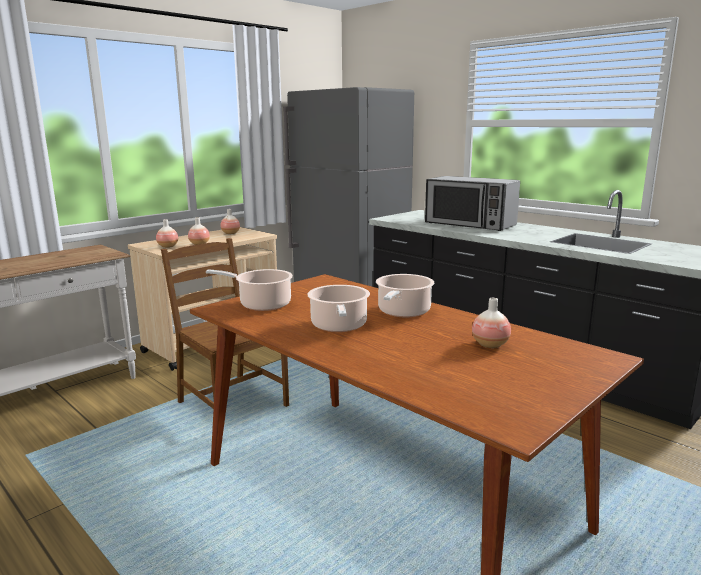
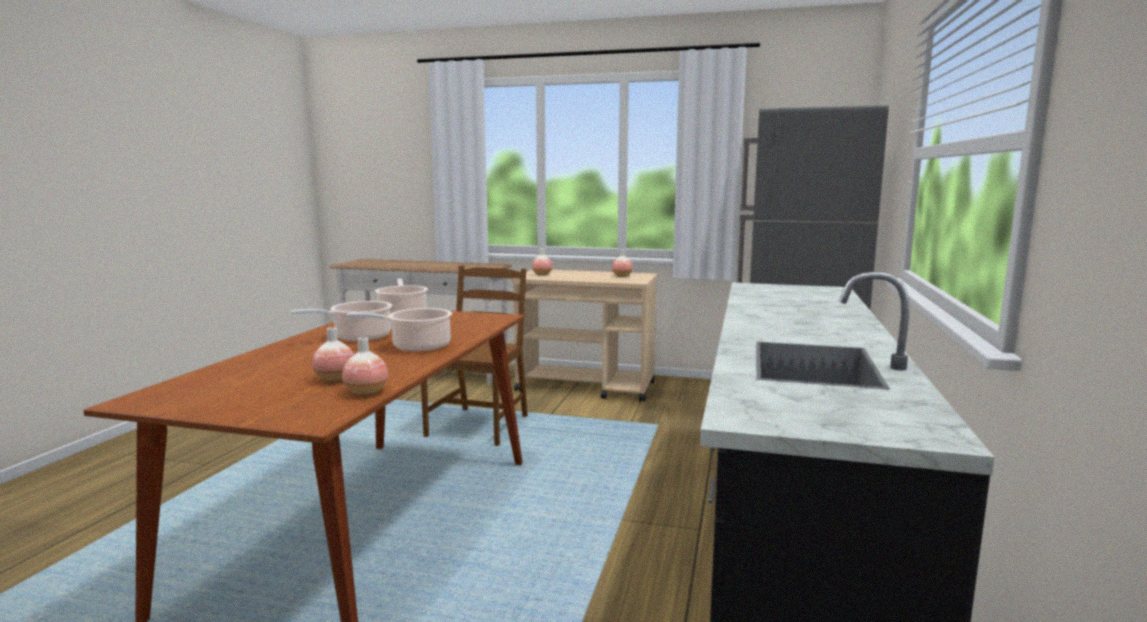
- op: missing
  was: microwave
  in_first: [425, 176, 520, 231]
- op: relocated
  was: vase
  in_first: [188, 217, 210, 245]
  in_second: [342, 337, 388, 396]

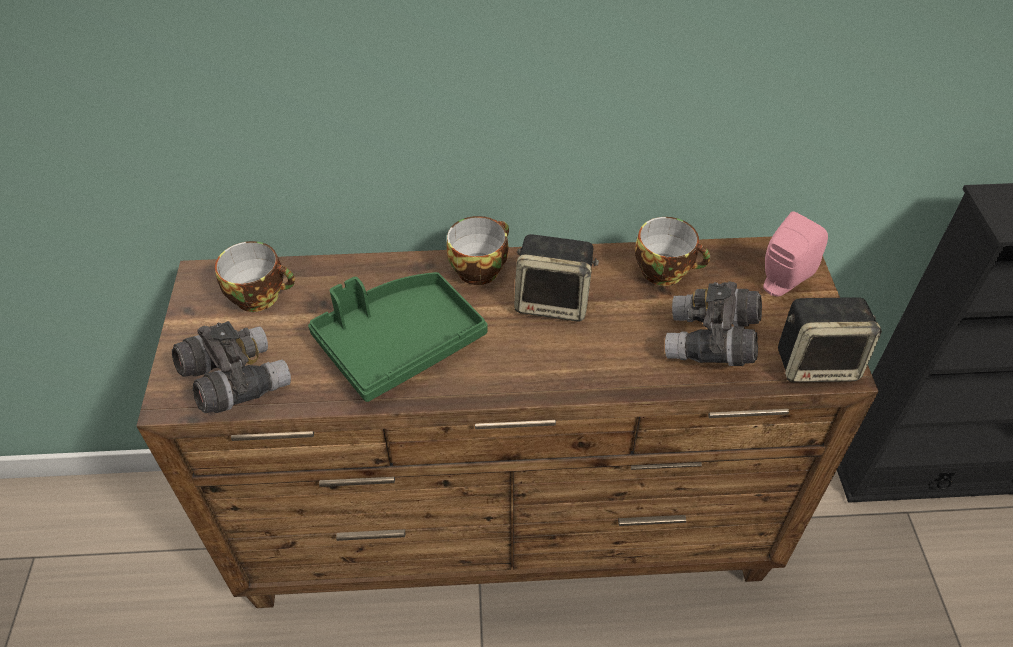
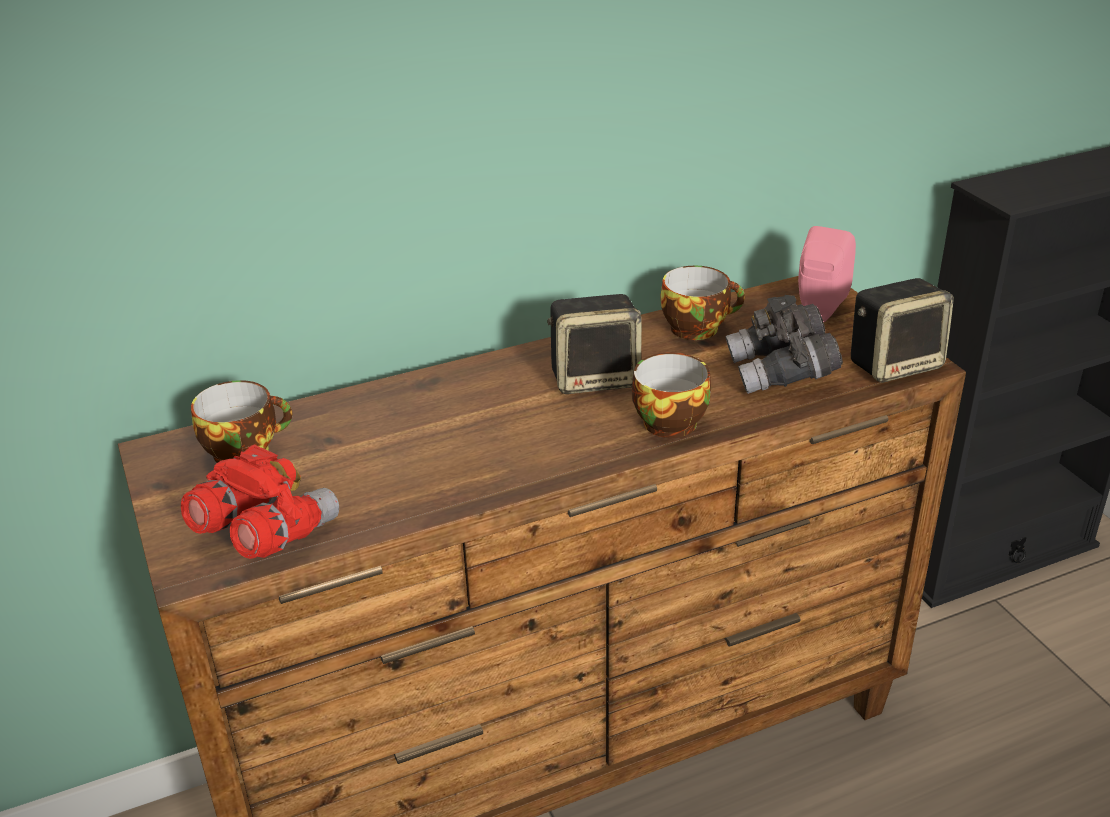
- op: missing
  was: green tray
  in_first: [308, 272, 488, 402]
- op: relocated
  was: cup
  in_first: [446, 216, 509, 285]
  in_second: [632, 352, 711, 438]
- op: colour
  was: grey binoculars
  now: red binoculars
  in_first: [172, 321, 291, 413]
  in_second: [181, 445, 339, 559]

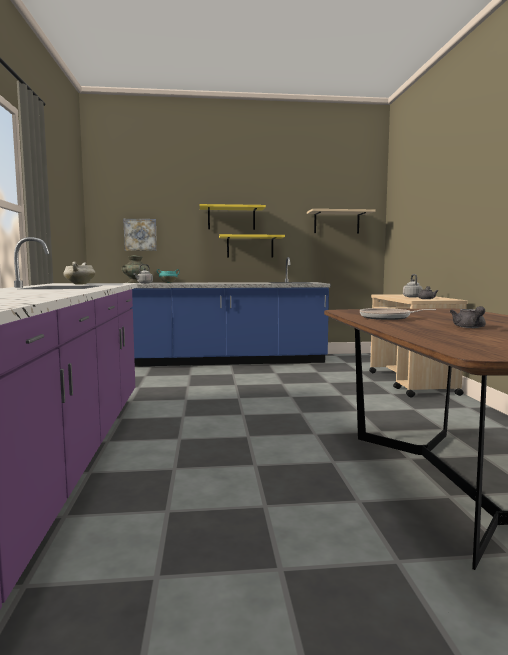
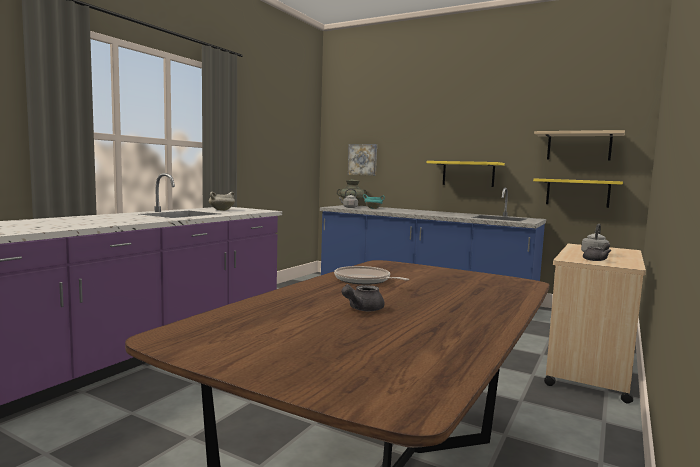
- op: relocated
  was: yellow shelf
  in_first: [199, 204, 266, 230]
  in_second: [533, 179, 623, 208]

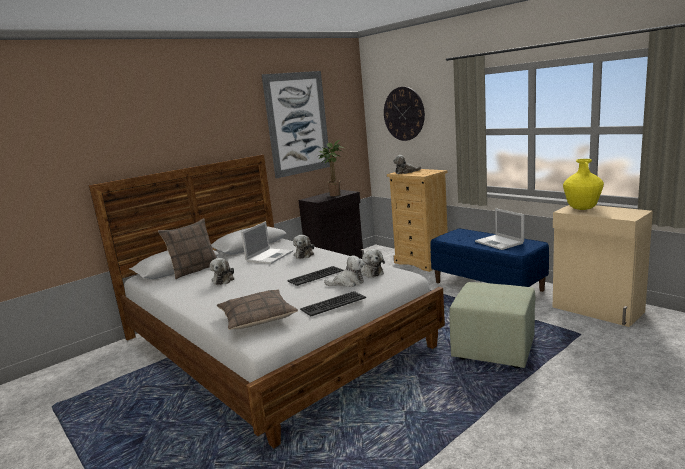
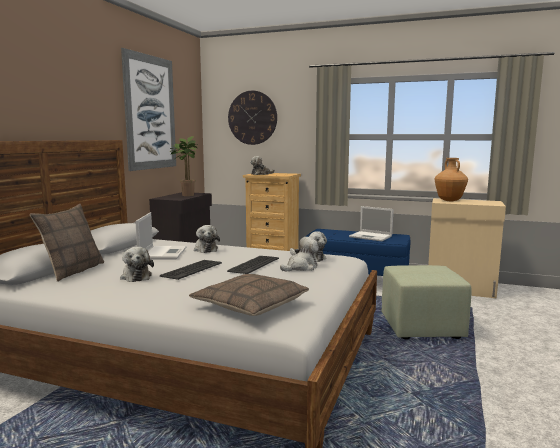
- op: relocated
  was: keyboard
  in_first: [300, 291, 366, 316]
  in_second: [160, 260, 222, 280]
- op: colour
  was: yellow vase
  now: brown vase
  in_first: [563, 159, 604, 210]
  in_second: [435, 158, 468, 201]

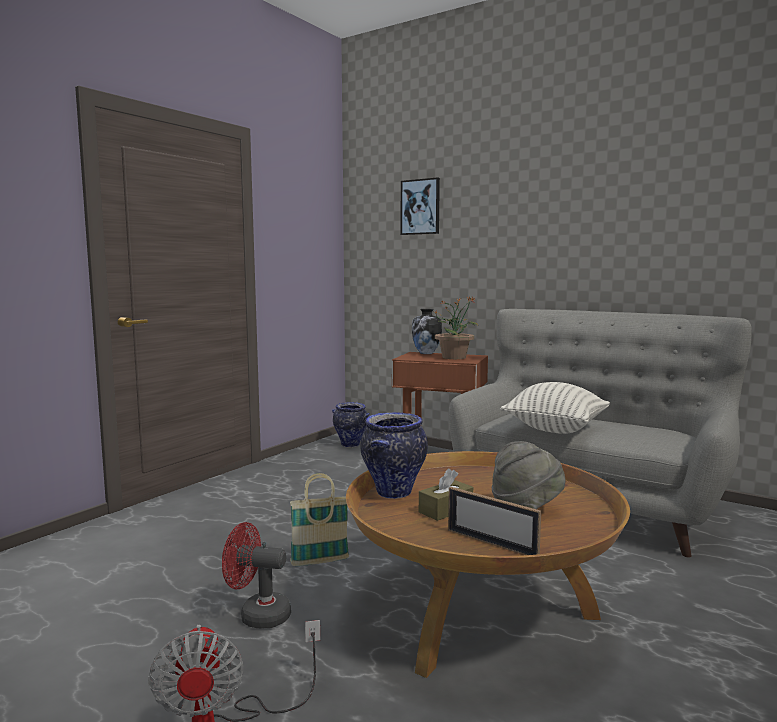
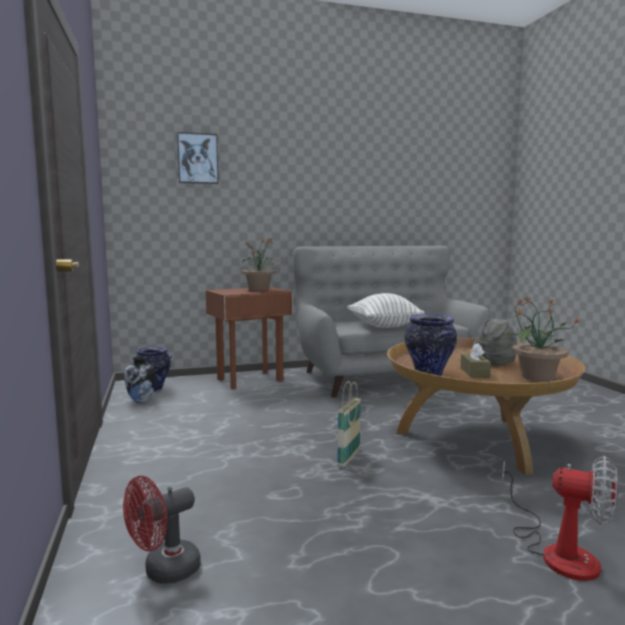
- op: relocated
  was: red fan
  in_first: [222, 522, 291, 629]
  in_second: [123, 476, 201, 584]
- op: relocated
  was: vase
  in_first: [412, 309, 442, 354]
  in_second: [124, 356, 156, 403]
- op: exchanged
  was: picture frame
  now: potted plant
  in_first: [448, 487, 541, 555]
  in_second: [498, 296, 580, 382]

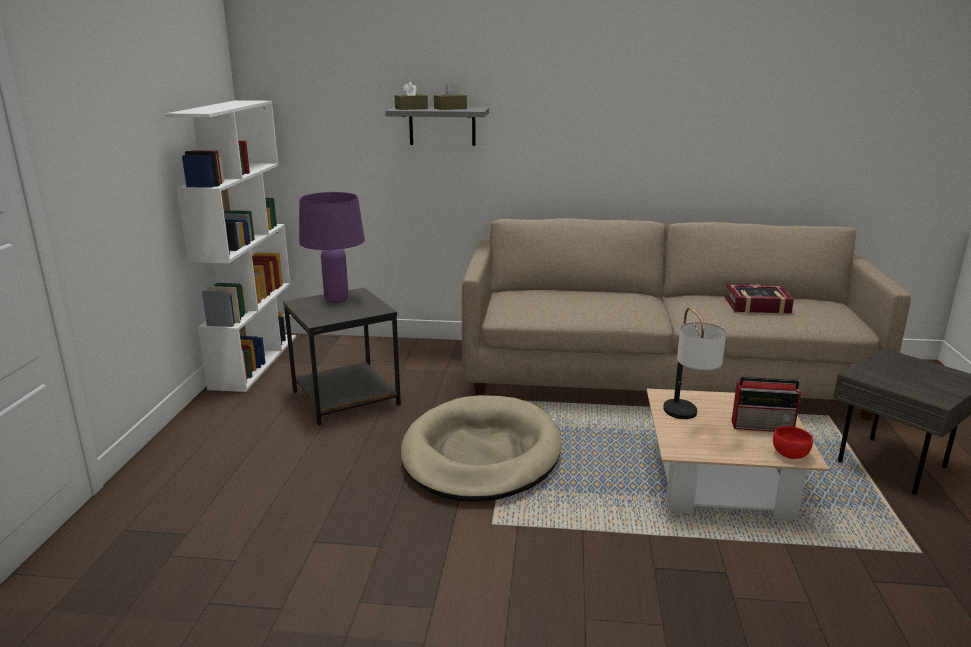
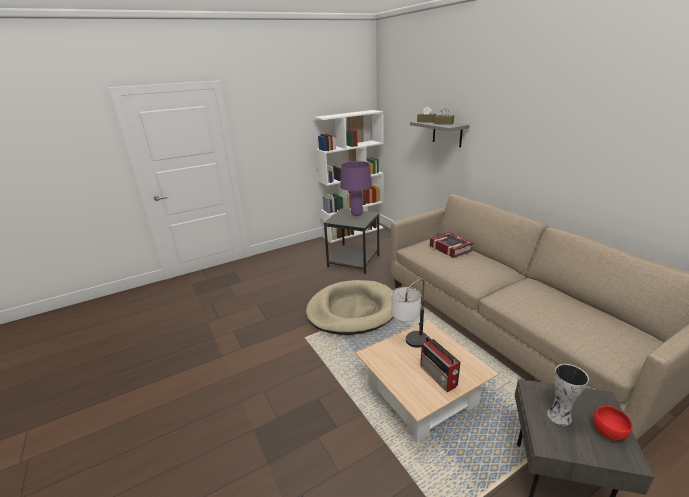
- op: appeared
  now: vase
  in_second: [547, 364, 589, 426]
- op: relocated
  was: book
  in_first: [725, 284, 794, 314]
  in_second: [430, 232, 473, 258]
- op: relocated
  was: red bowl
  in_first: [773, 426, 813, 459]
  in_second: [593, 406, 633, 441]

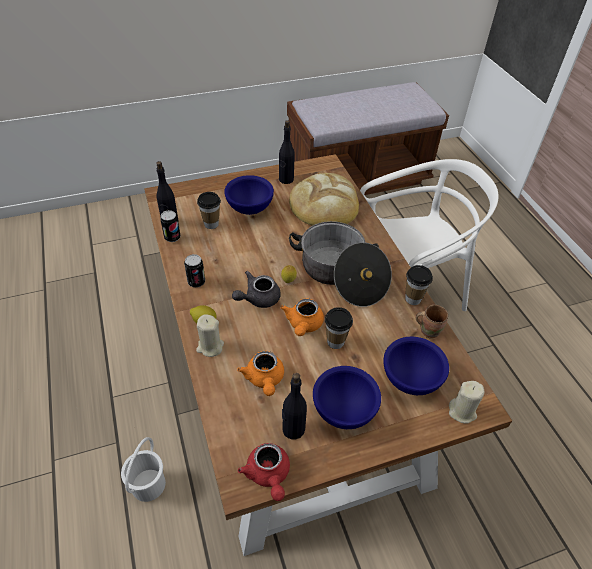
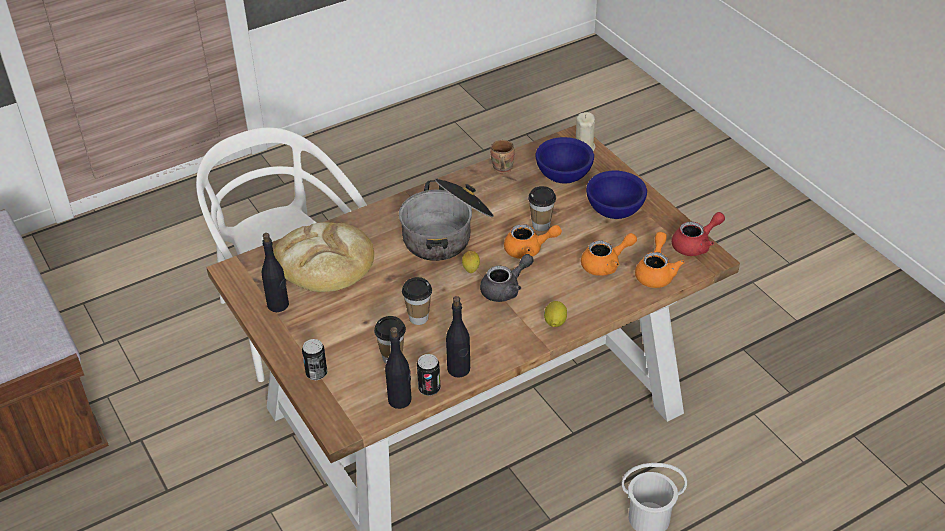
- op: missing
  was: beige candle
  in_first: [196, 314, 224, 357]
- op: missing
  was: blue bowl
  in_first: [224, 175, 274, 215]
- op: appeared
  now: orange teapot
  in_second: [635, 232, 685, 288]
- op: relocated
  was: can
  in_first: [184, 254, 205, 288]
  in_second: [302, 339, 328, 380]
- op: relocated
  was: black bottle
  in_first: [282, 373, 307, 440]
  in_second: [446, 296, 470, 377]
- op: relocated
  was: cup
  in_first: [405, 265, 433, 305]
  in_second: [402, 277, 432, 325]
- op: spun
  was: grey teapot
  in_first: [232, 271, 281, 308]
  in_second: [480, 254, 533, 302]
  clockwise: -75

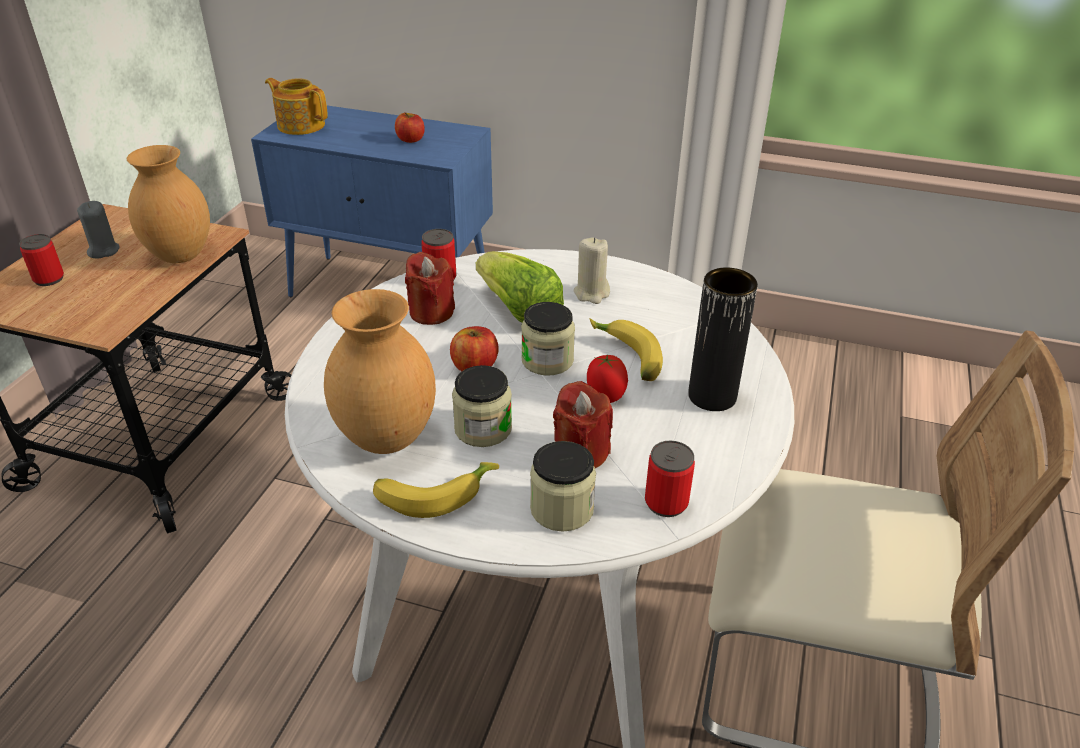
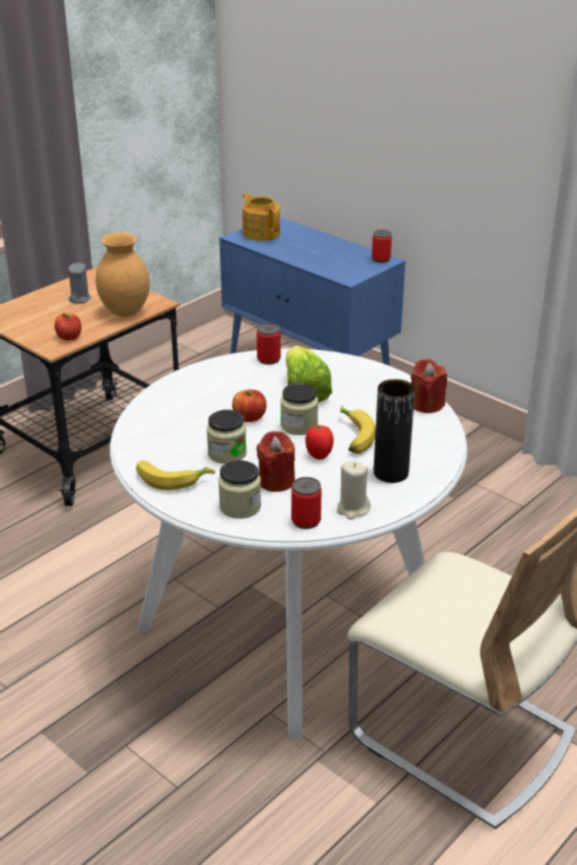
- op: missing
  was: brown vase
  in_first: [324, 289, 436, 454]
- op: relocated
  was: can
  in_first: [19, 234, 64, 286]
  in_second: [372, 230, 392, 263]
- op: relocated
  was: apple
  in_first: [395, 112, 425, 143]
  in_second: [54, 313, 81, 341]
- op: relocated
  was: red candle
  in_first: [405, 252, 455, 325]
  in_second: [411, 359, 447, 413]
- op: relocated
  was: beige candle
  in_first: [574, 237, 610, 304]
  in_second: [337, 462, 370, 520]

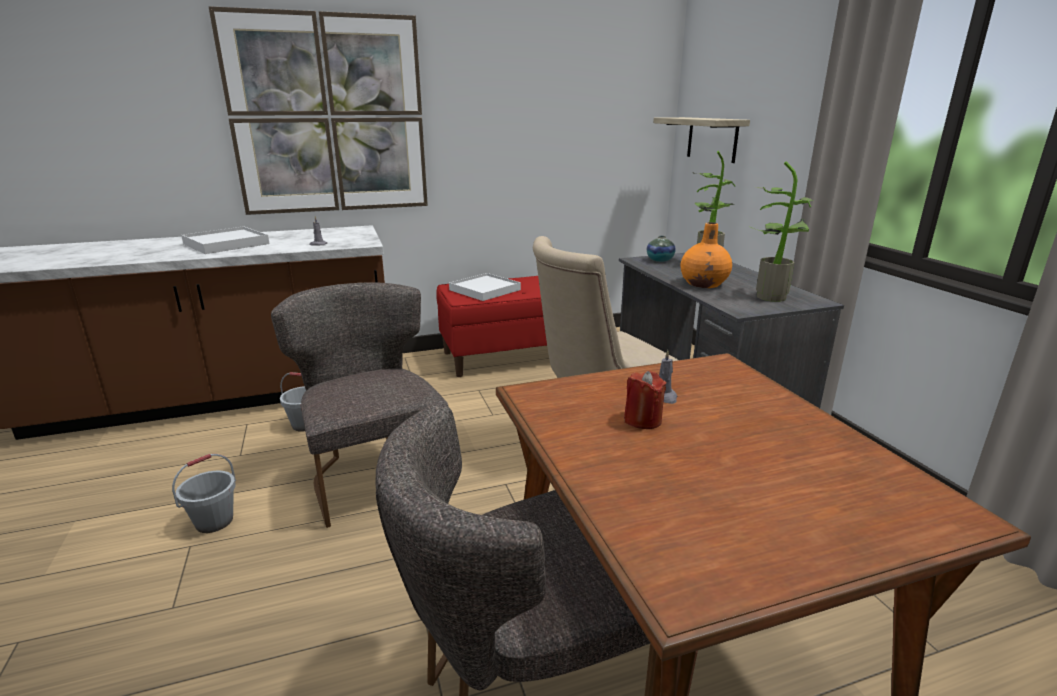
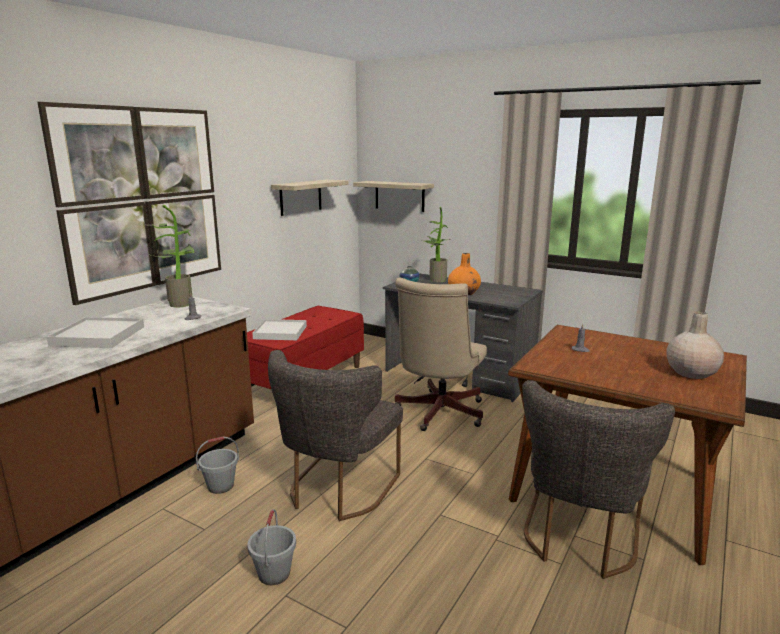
- op: missing
  was: red candle
  in_first: [624, 371, 666, 429]
- op: appeared
  now: shelf
  in_second: [271, 180, 348, 216]
- op: appeared
  now: beige vase
  in_second: [666, 312, 724, 379]
- op: relocated
  was: potted plant
  in_first: [750, 161, 813, 302]
  in_second: [151, 205, 194, 308]
- op: spun
  was: grey chair
  in_first: [271, 282, 448, 528]
  in_second: [268, 350, 403, 521]
  clockwise: -90

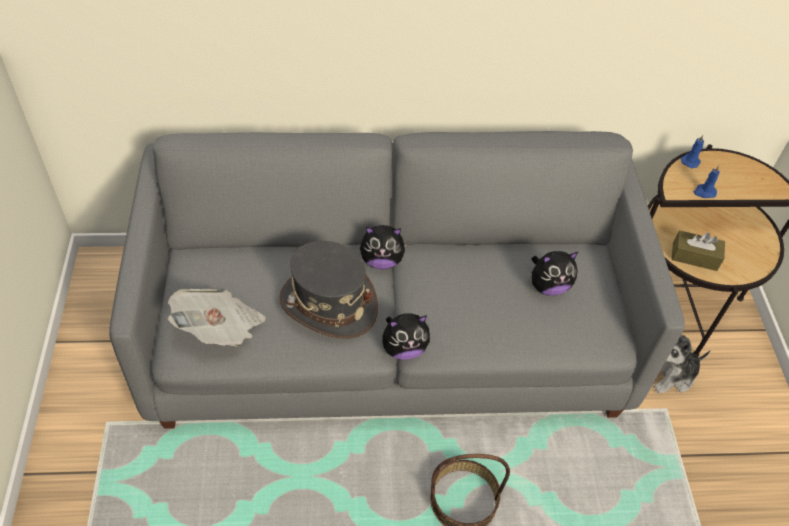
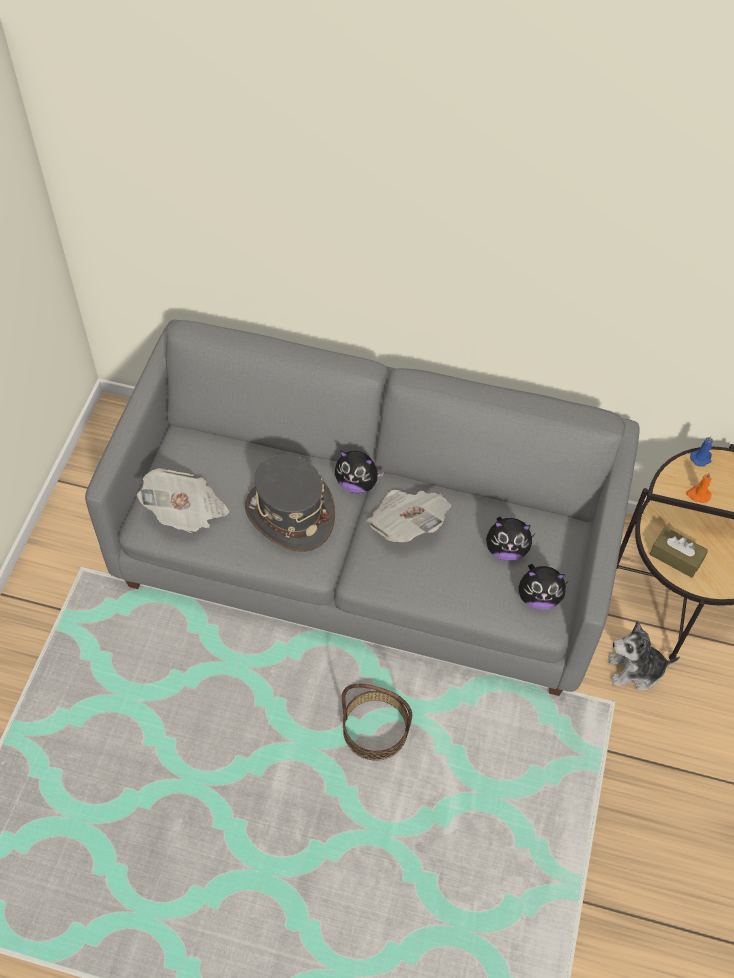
- op: appeared
  now: newspaper
  in_second: [366, 489, 451, 542]
- op: relocated
  was: plush toy
  in_first: [382, 313, 430, 360]
  in_second: [518, 564, 567, 610]
- op: colour
  was: blue candle
  now: orange candle
  in_first: [694, 166, 720, 198]
  in_second: [686, 473, 712, 503]

